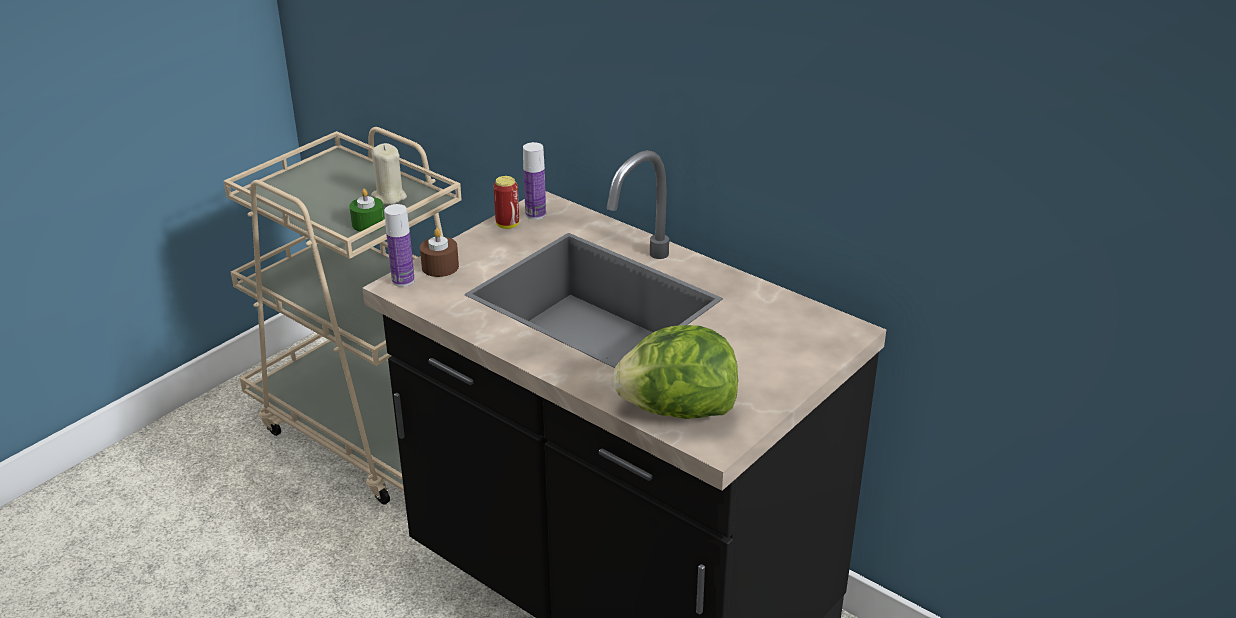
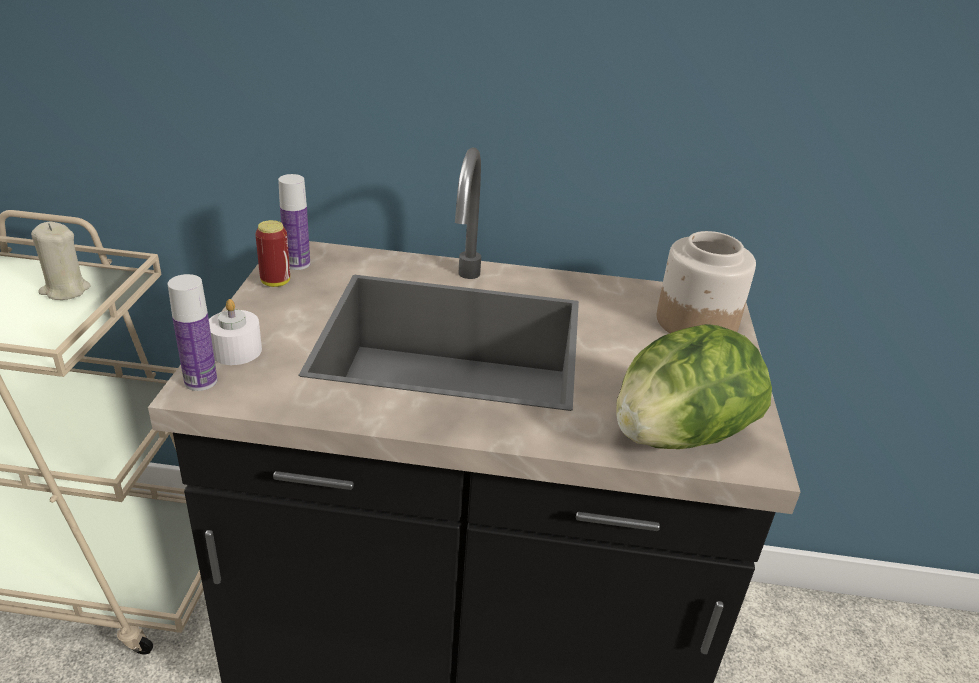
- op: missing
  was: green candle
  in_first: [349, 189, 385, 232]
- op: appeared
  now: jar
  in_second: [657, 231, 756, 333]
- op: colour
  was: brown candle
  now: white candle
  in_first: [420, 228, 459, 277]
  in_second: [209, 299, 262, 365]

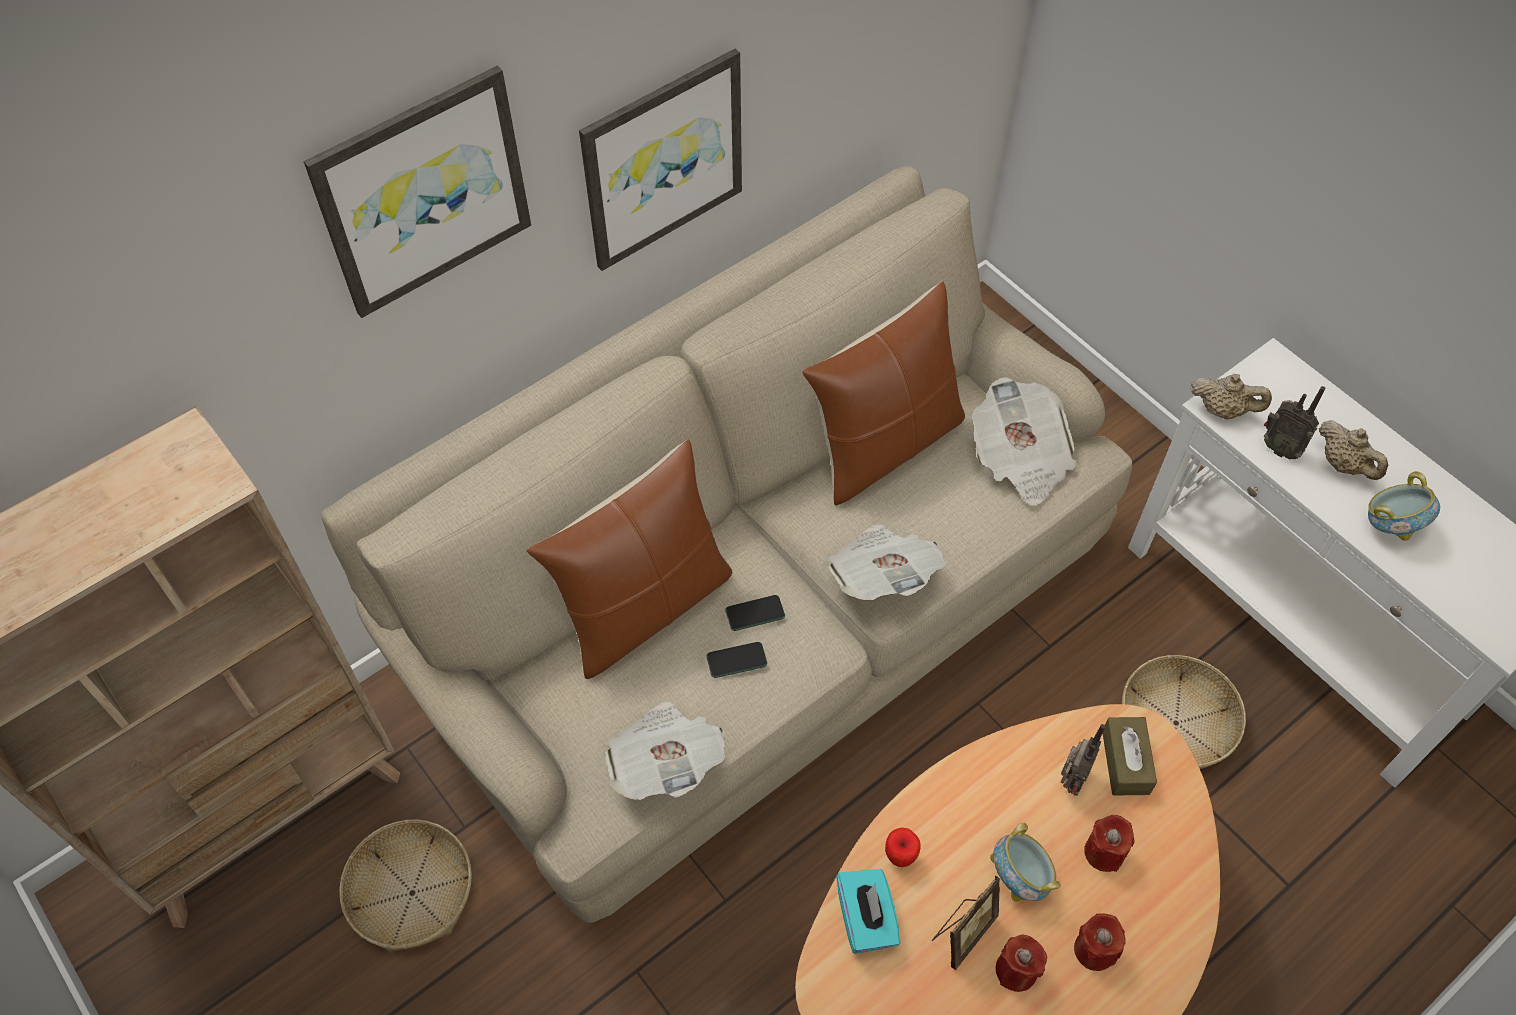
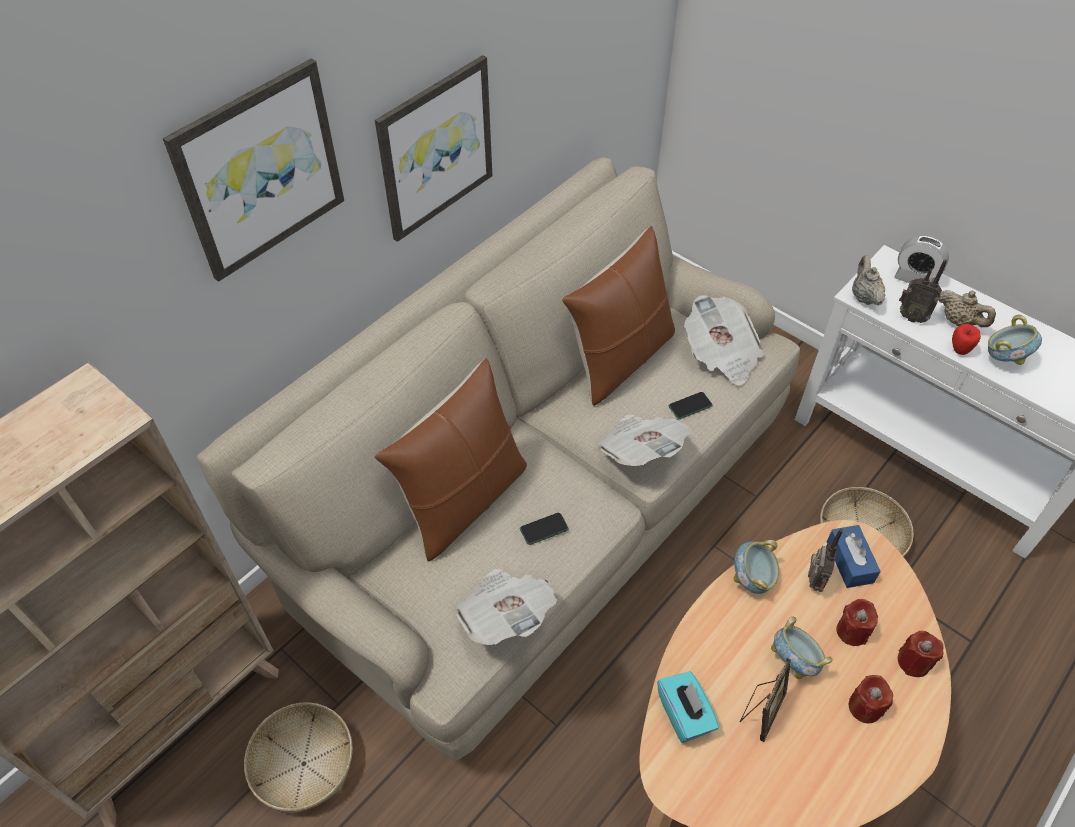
- op: appeared
  now: bowl
  in_second: [733, 540, 779, 594]
- op: appeared
  now: alarm clock
  in_second: [895, 236, 949, 283]
- op: relocated
  was: phone
  in_first: [725, 595, 785, 631]
  in_second: [669, 392, 712, 419]
- op: relocated
  was: apple
  in_first: [885, 828, 921, 867]
  in_second: [952, 324, 981, 355]
- op: relocated
  was: red candle
  in_first: [995, 935, 1047, 992]
  in_second: [898, 631, 944, 677]
- op: colour
  was: brown tissue box
  now: blue tissue box
  in_first: [1102, 717, 1157, 796]
  in_second: [827, 525, 881, 588]
- op: spun
  was: beige teapot
  in_first: [1191, 374, 1272, 420]
  in_second: [852, 255, 885, 305]
  clockwise: -105

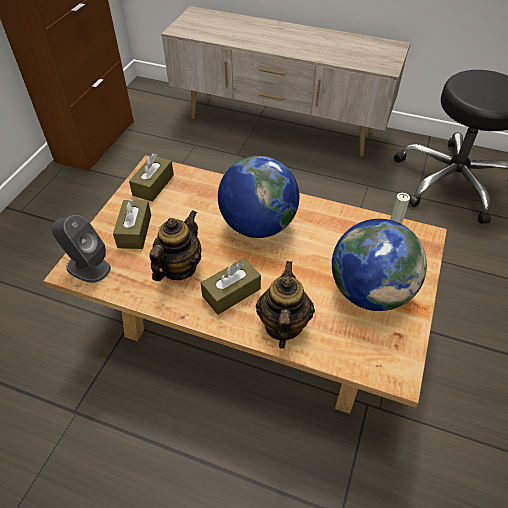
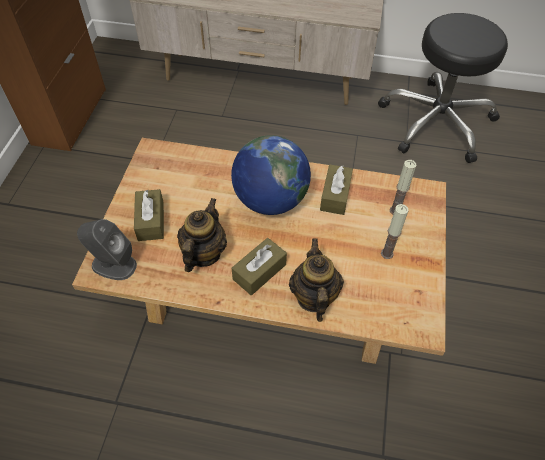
- op: relocated
  was: brown tissue box
  in_first: [129, 153, 174, 202]
  in_second: [320, 164, 353, 215]
- op: exchanged
  was: globe
  now: candle
  in_first: [332, 219, 427, 311]
  in_second: [381, 204, 408, 259]

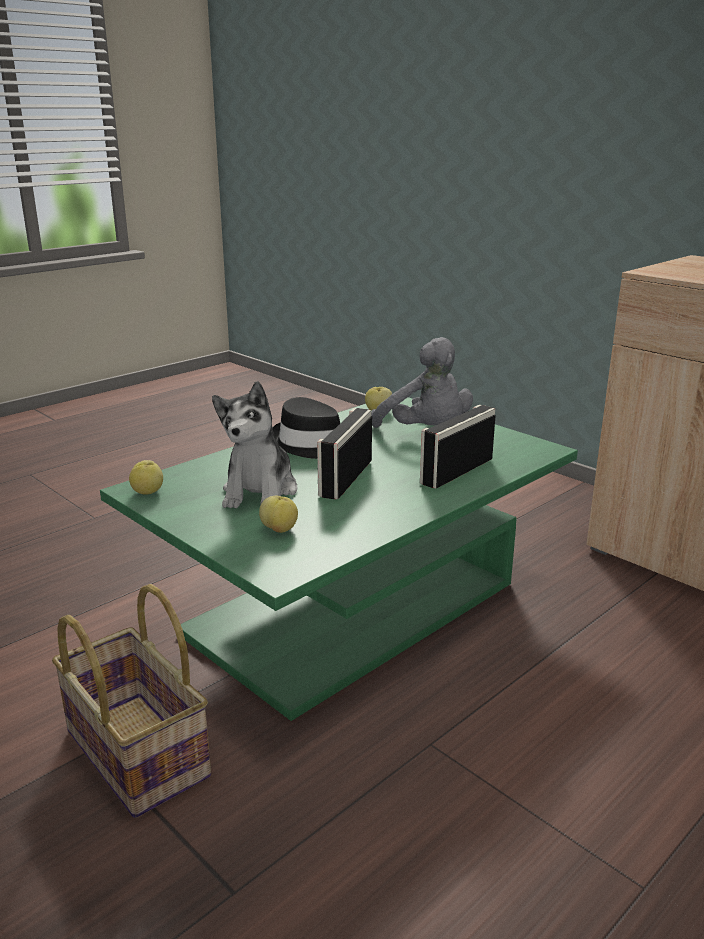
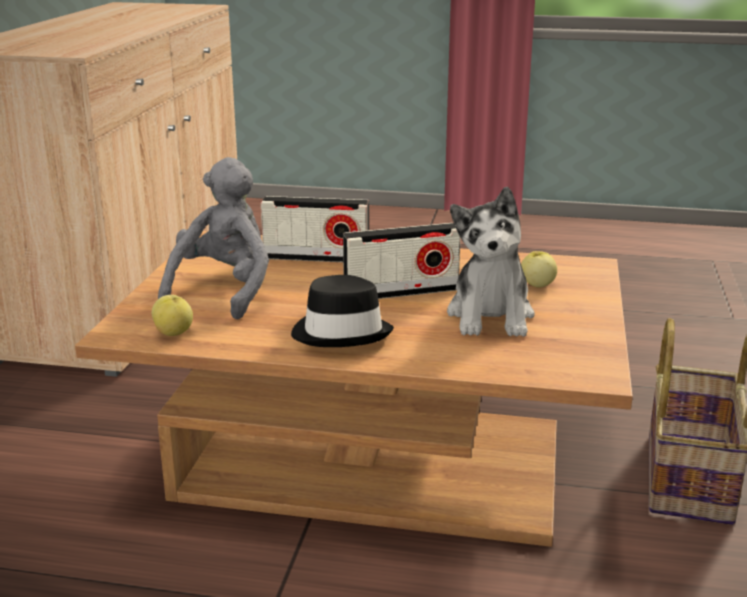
- op: missing
  was: apple
  in_first: [129, 460, 163, 494]
- op: colour
  was: green coffee table
  now: brown coffee table
  in_first: [100, 397, 578, 721]
  in_second: [75, 231, 633, 547]
- op: spun
  was: plush toy
  in_first: [212, 381, 297, 509]
  in_second: [447, 187, 535, 337]
  clockwise: 120

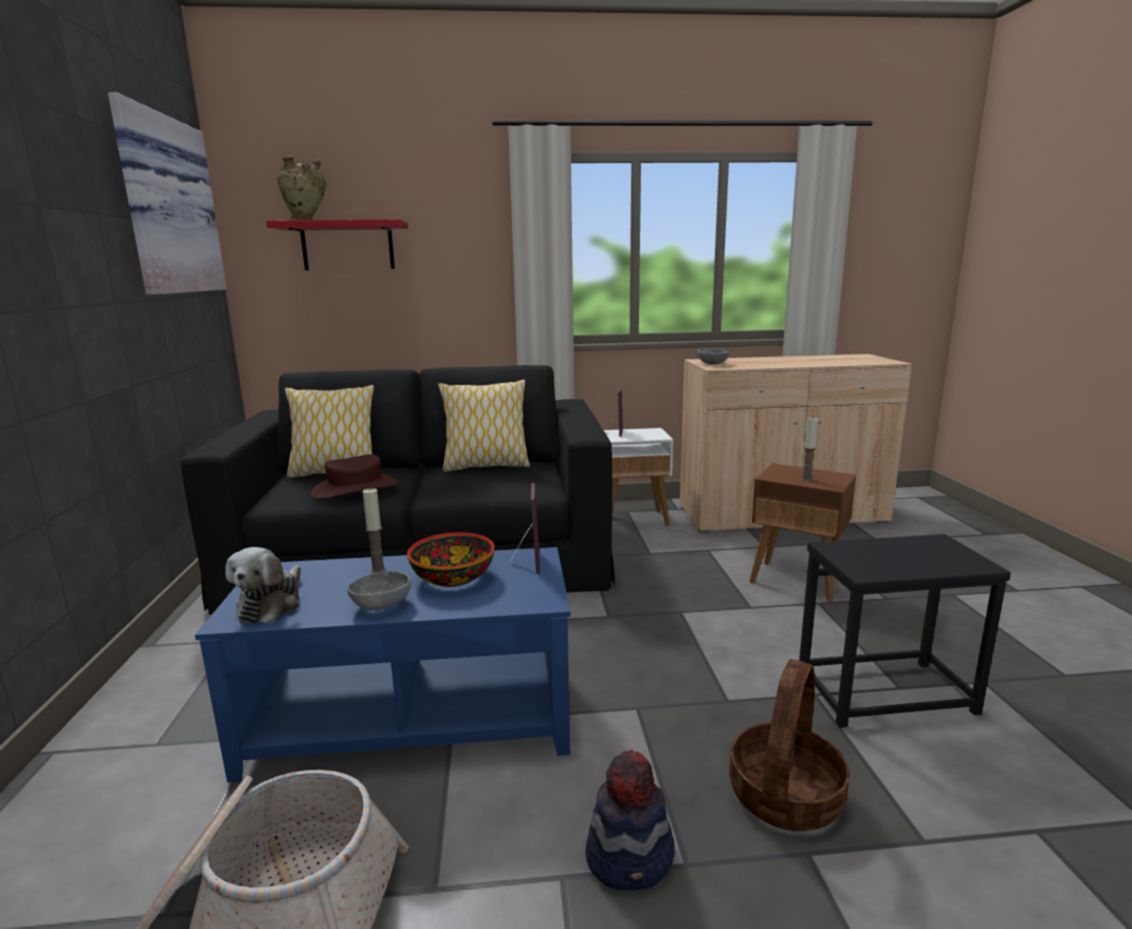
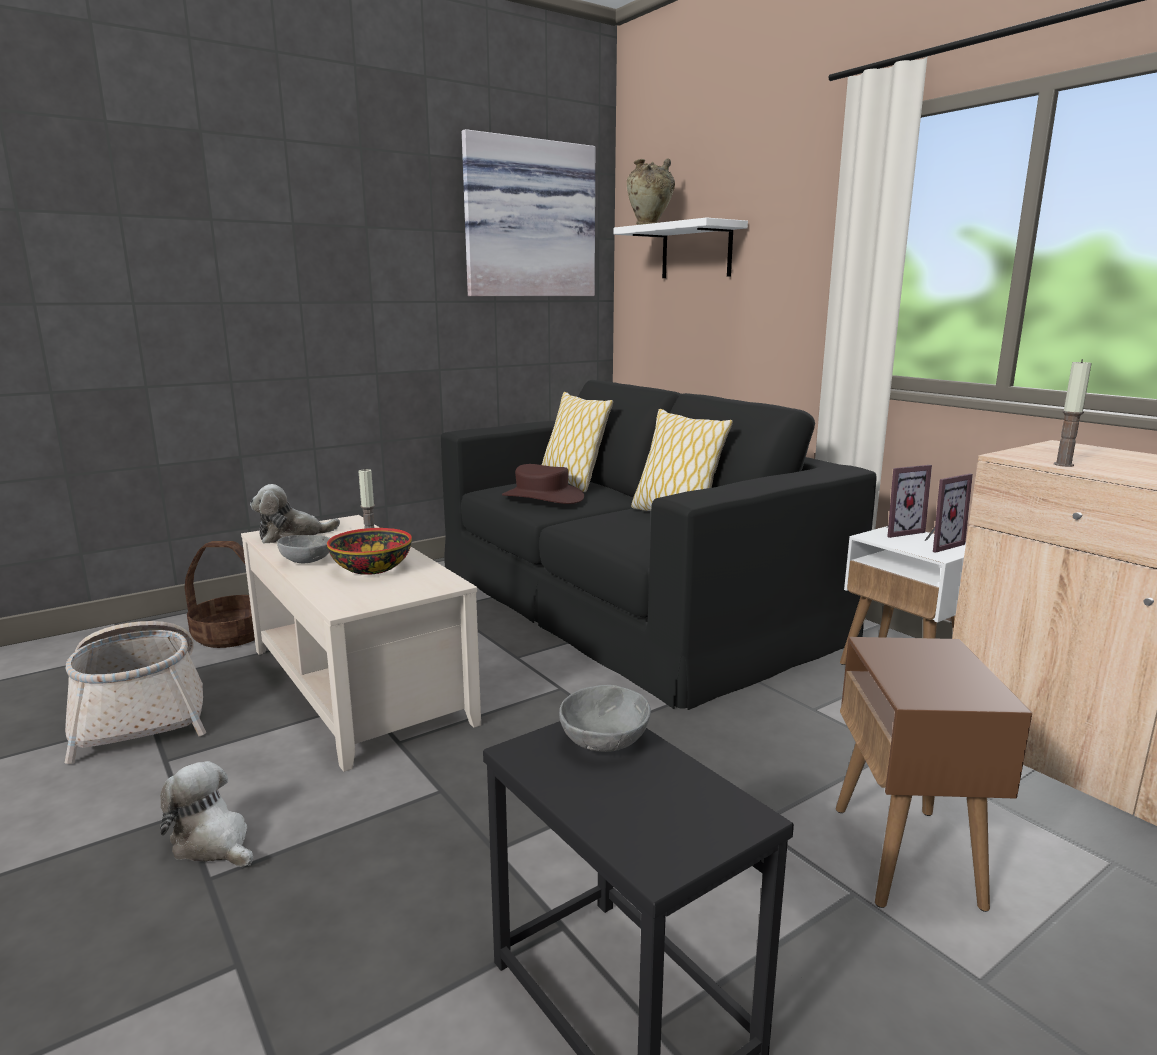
- op: relocated
  was: picture frame
  in_first: [510, 483, 540, 574]
  in_second: [924, 474, 973, 553]
- op: relocated
  was: grey bowl
  in_first: [697, 348, 729, 364]
  in_second: [559, 685, 651, 752]
- op: relocated
  was: basket
  in_first: [730, 659, 850, 831]
  in_second: [184, 541, 255, 648]
- op: relocated
  was: candle
  in_first: [801, 416, 818, 481]
  in_second: [1054, 359, 1092, 467]
- op: exchanged
  was: hat
  now: plush toy
  in_first: [585, 750, 675, 891]
  in_second: [160, 761, 253, 867]
- op: colour
  was: blue coffee table
  now: beige coffee table
  in_first: [195, 547, 571, 782]
  in_second: [241, 515, 481, 772]
- op: colour
  was: red shelf
  now: white shelf
  in_first: [266, 219, 408, 270]
  in_second: [614, 218, 748, 278]

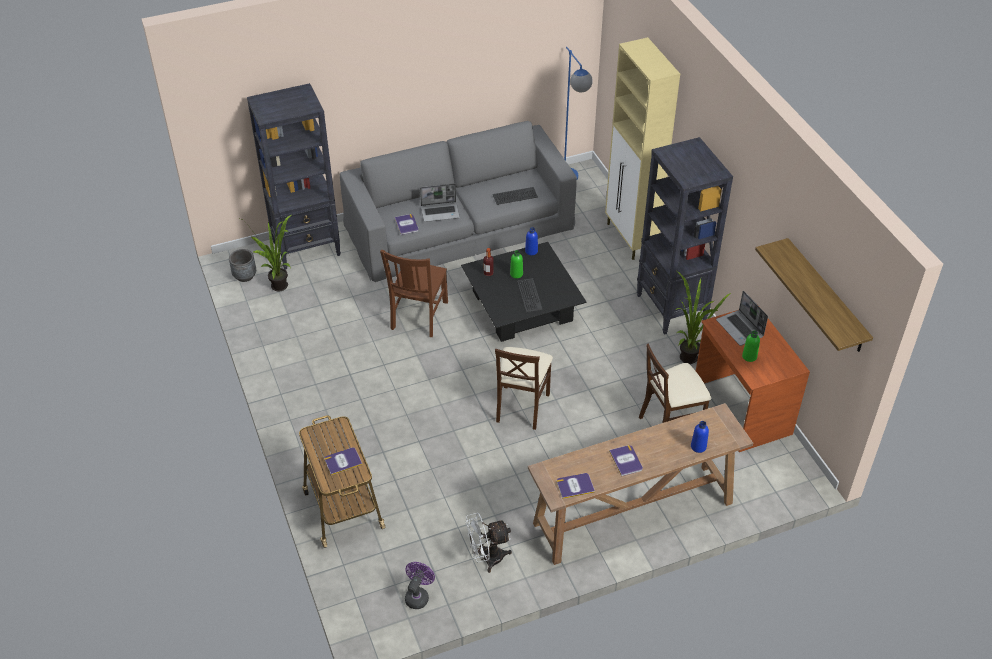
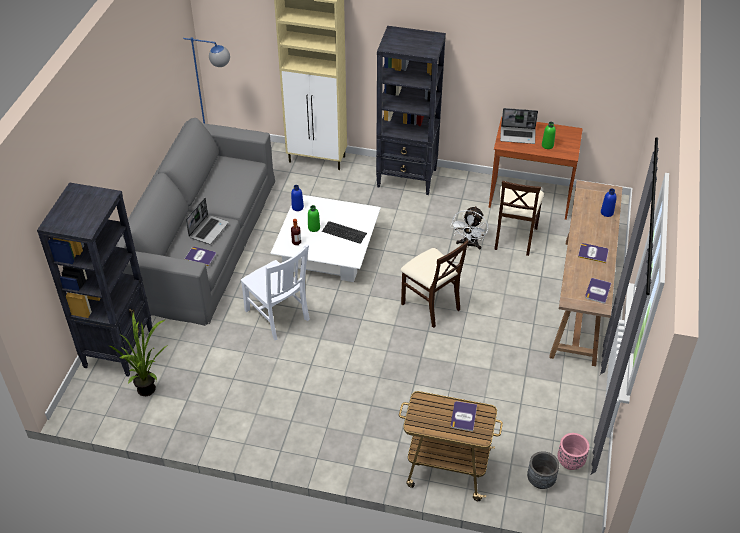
- op: missing
  was: keyboard
  in_first: [493, 187, 538, 205]
- op: missing
  was: potted plant
  in_first: [676, 271, 731, 364]
- op: missing
  was: shelf
  in_first: [755, 238, 873, 352]
- op: relocated
  was: grey planter
  in_first: [229, 249, 256, 282]
  in_second: [527, 451, 559, 489]
- op: relocated
  was: white fan
  in_first: [466, 512, 512, 573]
  in_second: [450, 206, 488, 250]
- op: exchanged
  was: purple fan
  now: pink planter
  in_first: [405, 562, 435, 609]
  in_second: [557, 433, 589, 470]
- op: colour
  was: brown chair
  now: white chair
  in_first: [380, 250, 448, 337]
  in_second: [241, 244, 310, 340]
- op: colour
  was: black coffee table
  now: white coffee table
  in_first: [461, 242, 587, 342]
  in_second: [270, 195, 381, 282]

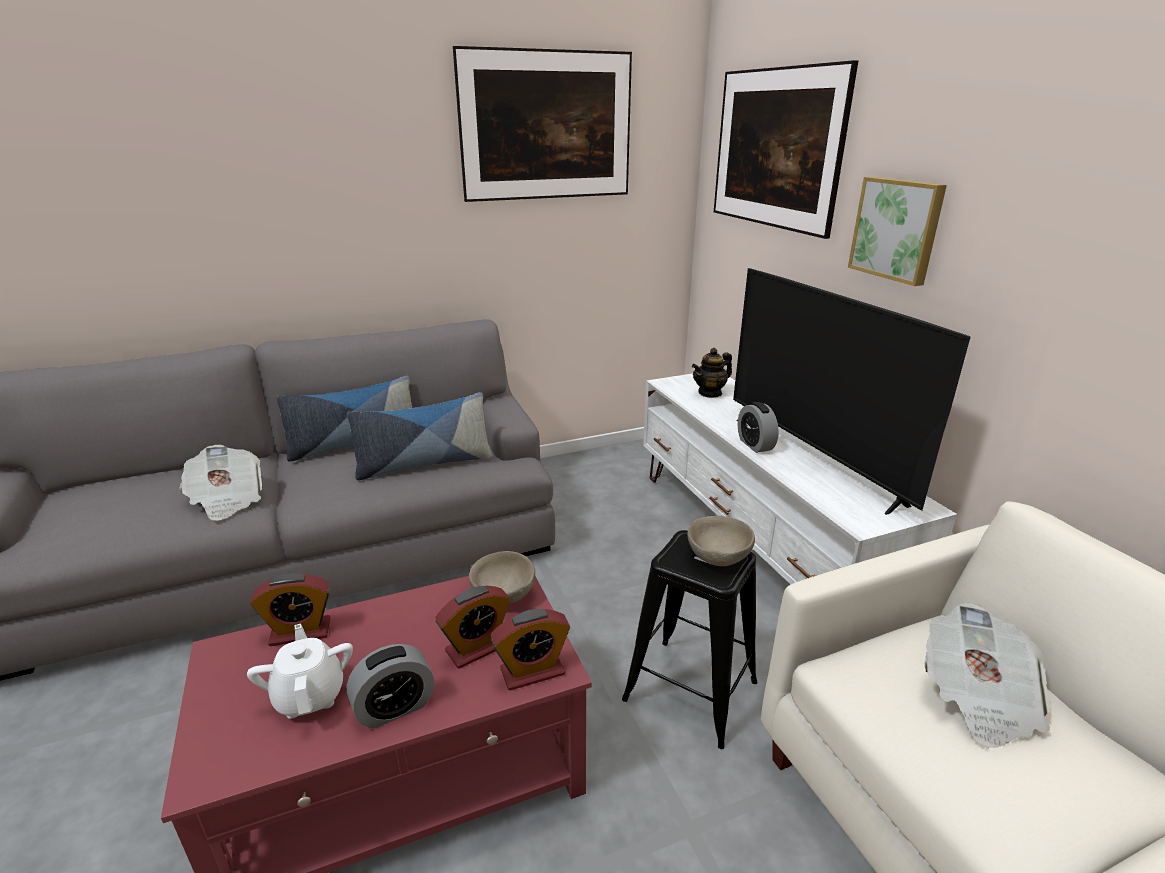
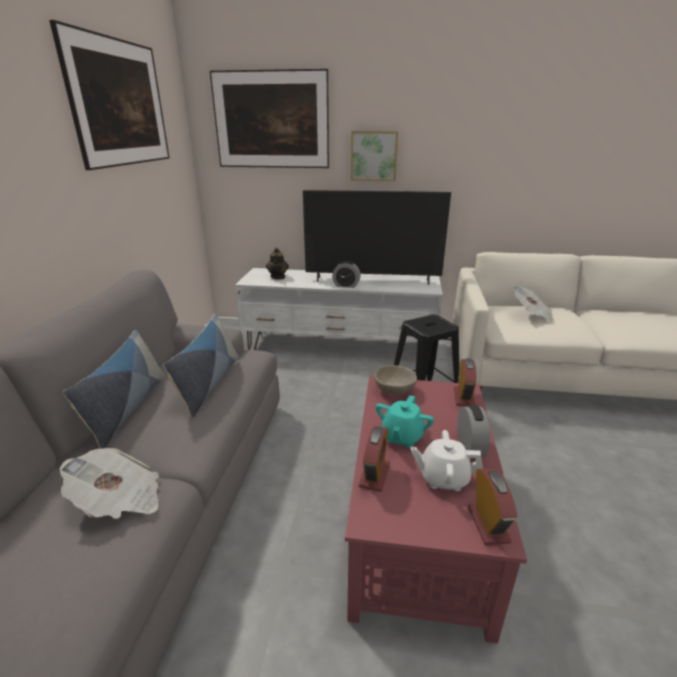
- op: missing
  was: beige bowl
  in_first: [687, 516, 755, 566]
- op: appeared
  now: turquoise teapot
  in_second: [376, 395, 434, 448]
- op: relocated
  was: alarm clock
  in_first: [435, 586, 510, 669]
  in_second: [468, 468, 517, 545]

